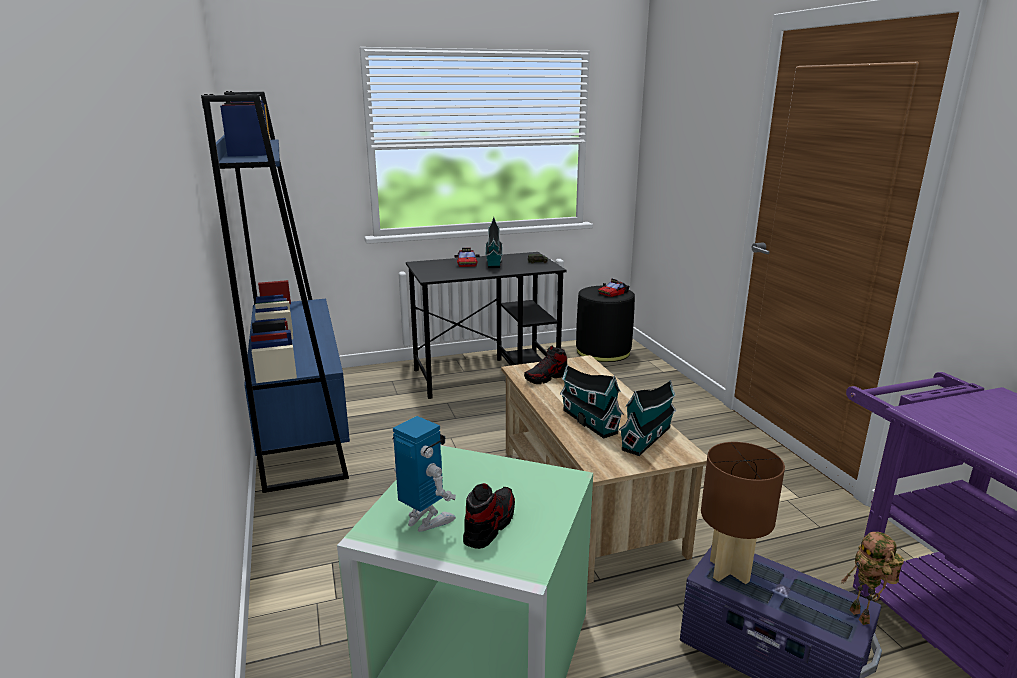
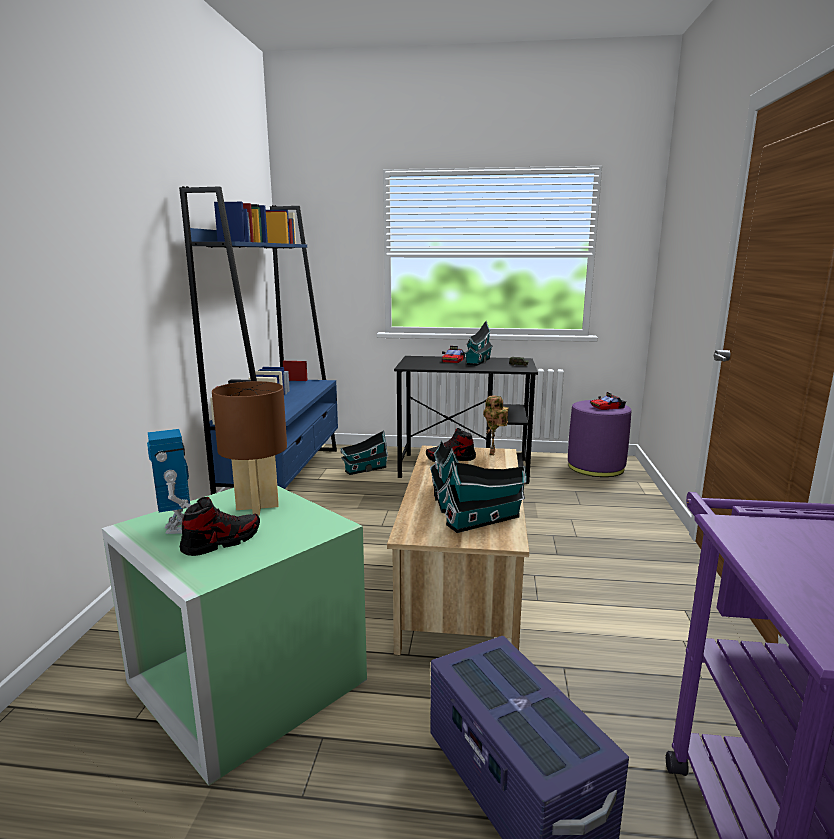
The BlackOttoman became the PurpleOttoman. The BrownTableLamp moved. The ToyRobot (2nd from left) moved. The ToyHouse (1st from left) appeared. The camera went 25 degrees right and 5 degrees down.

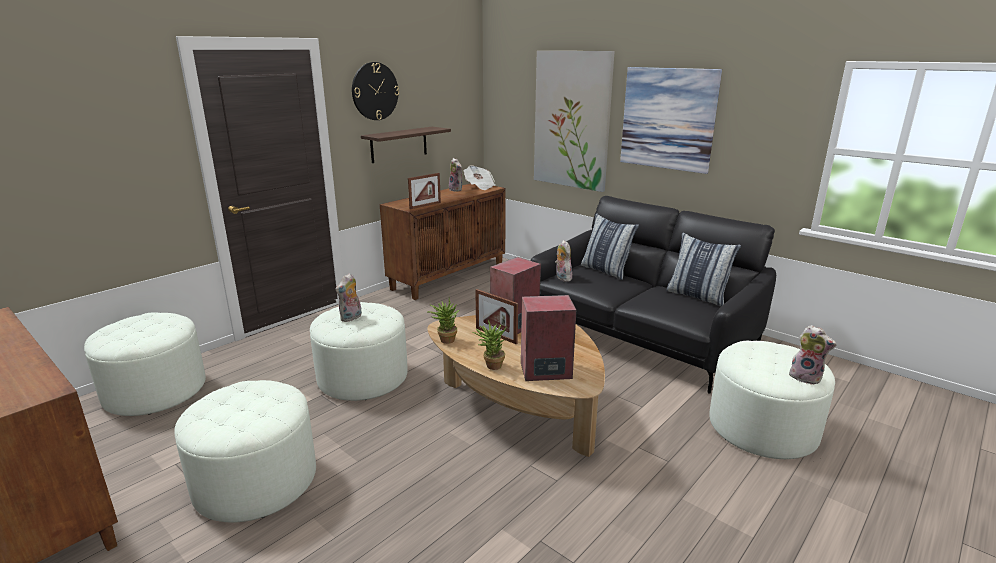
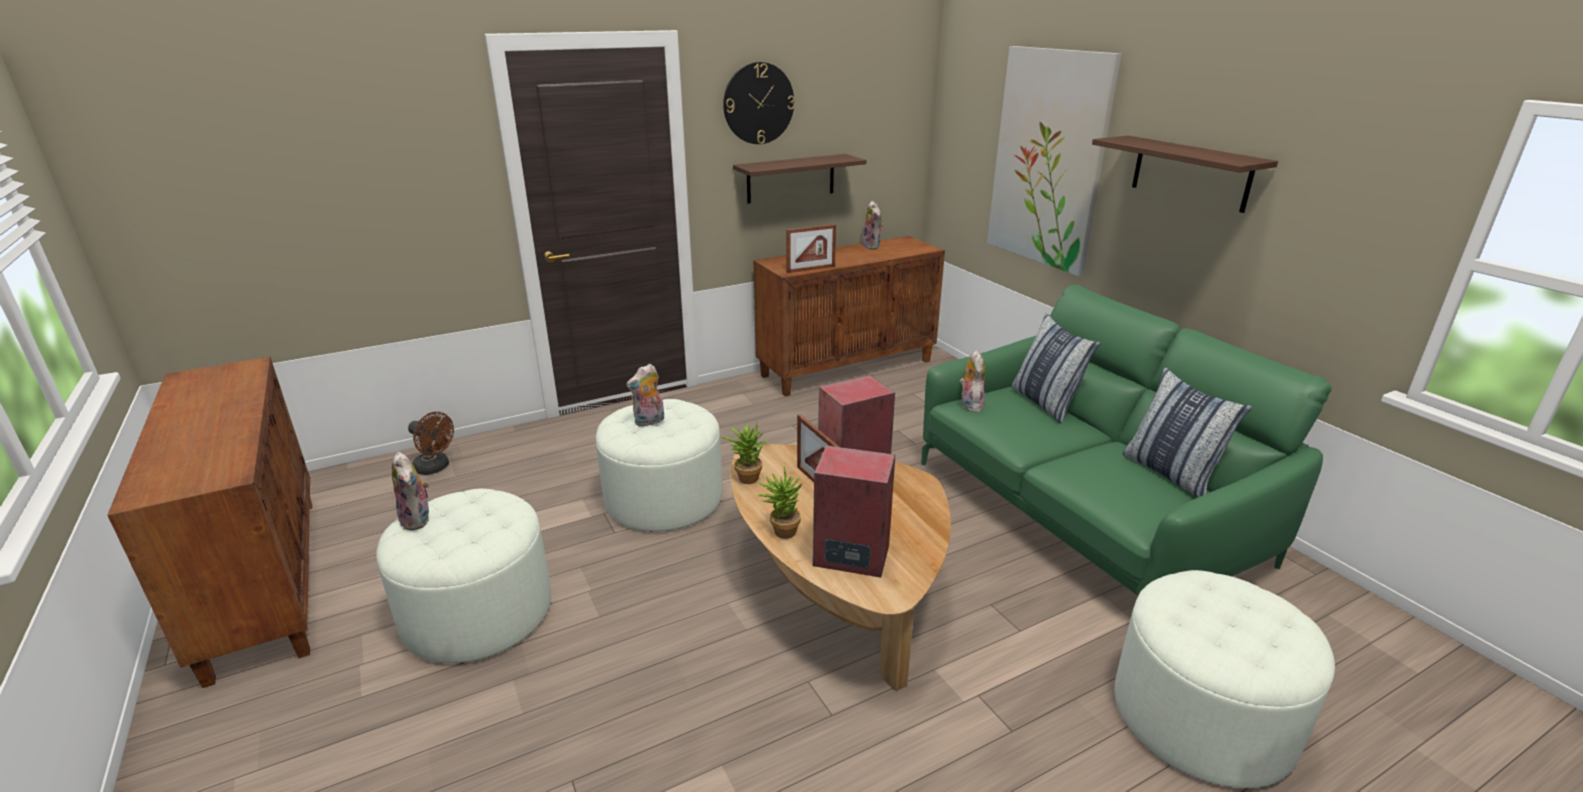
The WhiteOttoman (1st from left) was replaced by the BrownFan. The Newspaper disappeared. The BlackSofa became the GreenSofa. The Picture (2nd from left) was replaced by the Shelf (2nd from left). The PlushToy (4th from left in the first image) moved. The camera went 20 degrees right and 5 degrees up.

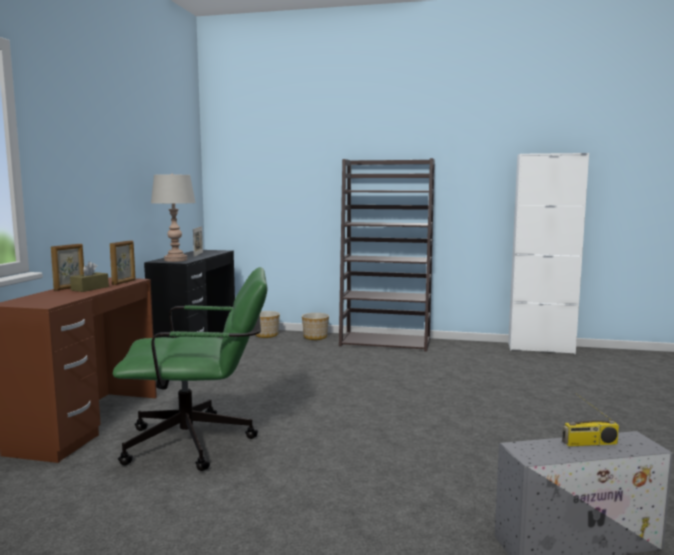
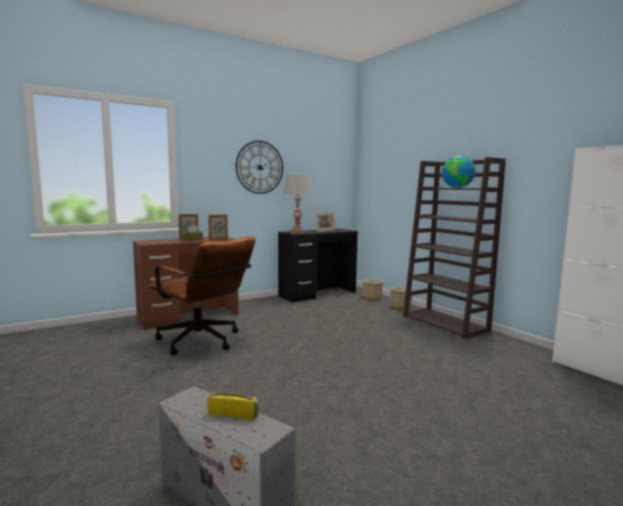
The GreenOfficeChair became the BrownOfficeChair. The Radio turned 150 degrees clockwise. The WallClock appeared. The Globe appeared. The camera went 45 degrees right and 0 degrees up.

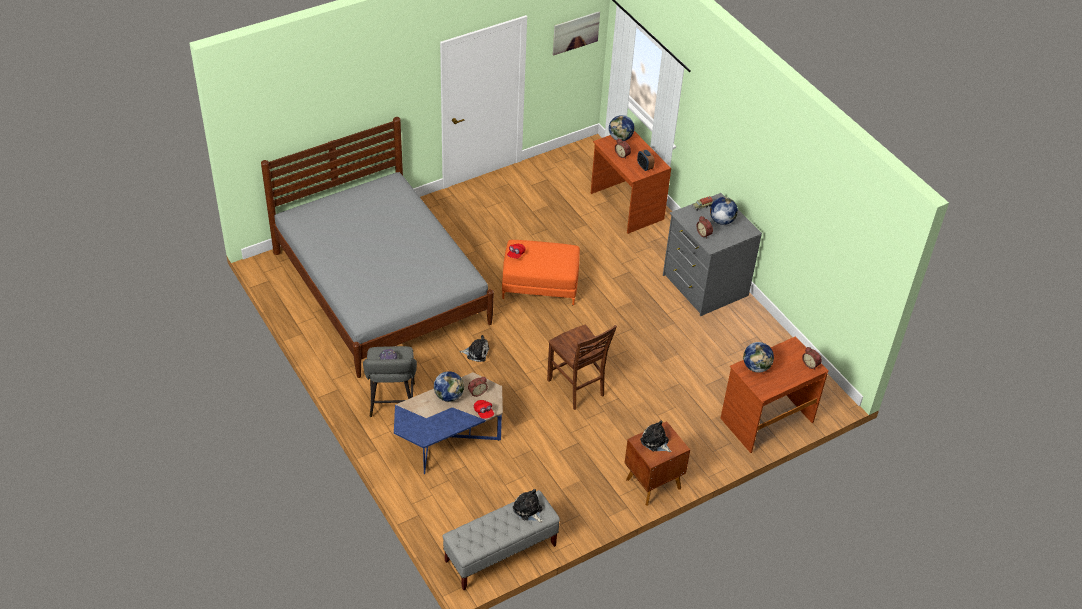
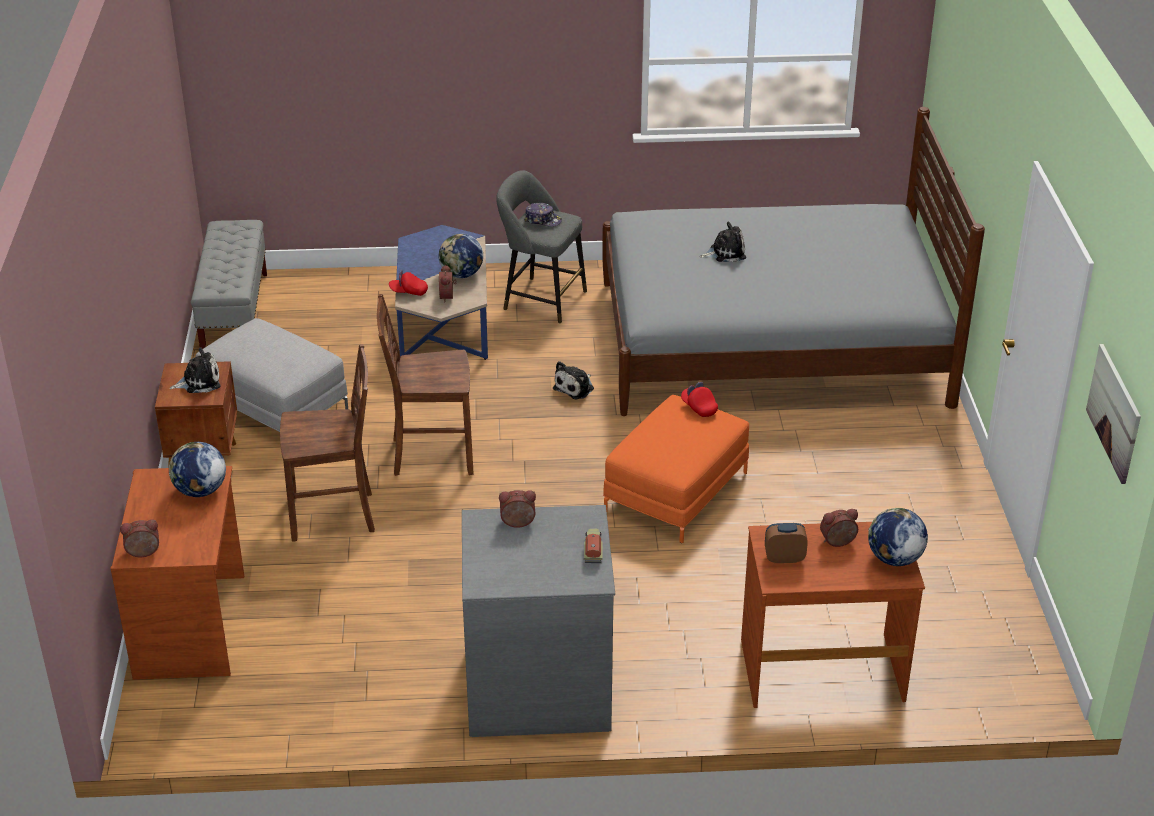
The PlushToy (2nd from left in the first image) moved. The Globe (3rd from left) disappeared. The GreyOttoman appeared. The BrownChair (1st from left) appeared. The camera went 120 degrees right and 10 degrees down.

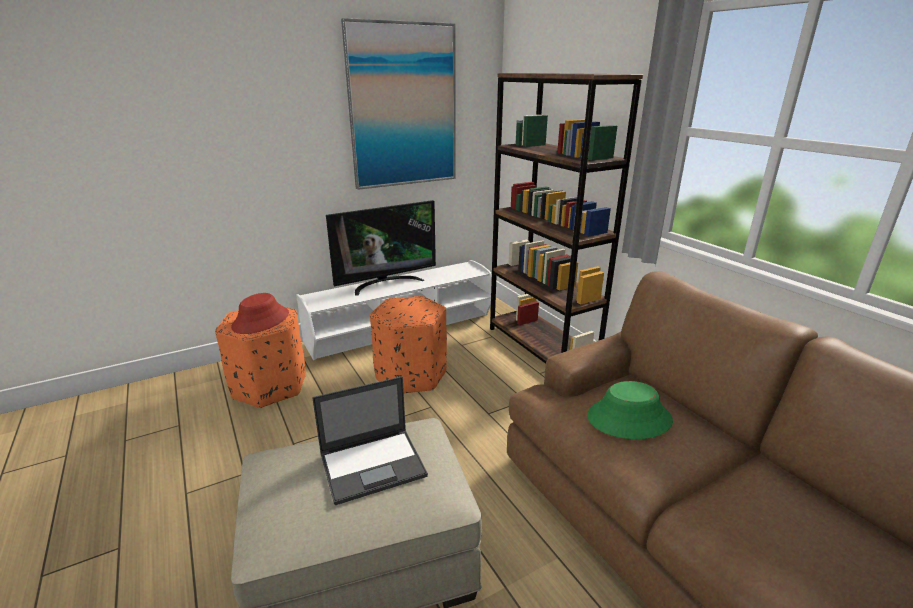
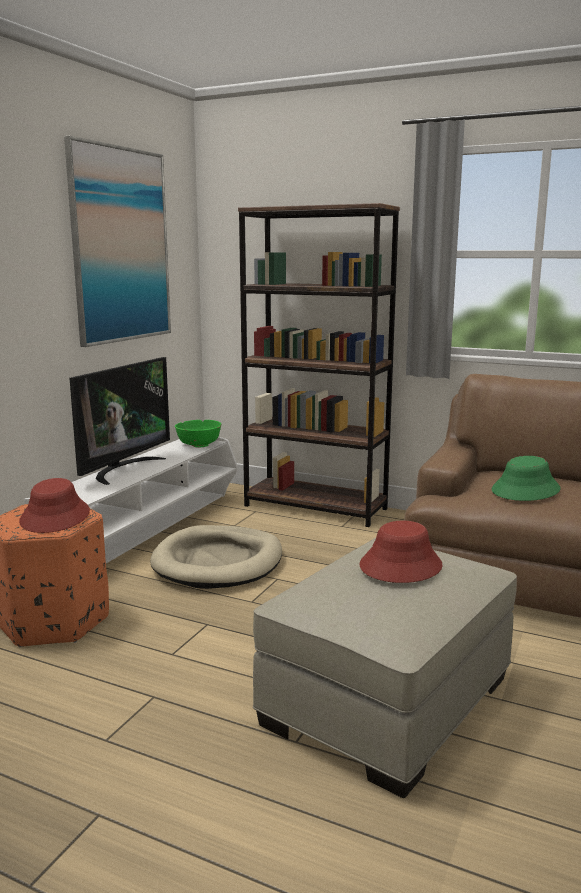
The Laptop was replaced by the RedHat (2nd from left). The OrangeOttoman (2nd from left) was replaced by the BeigeDogBed. The GreenBowl appeared. The camera went 35 degrees left and 10 degrees down.

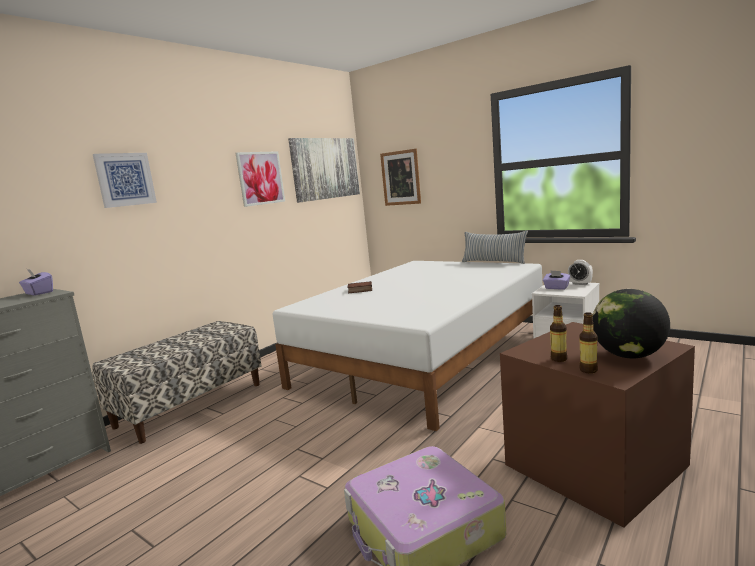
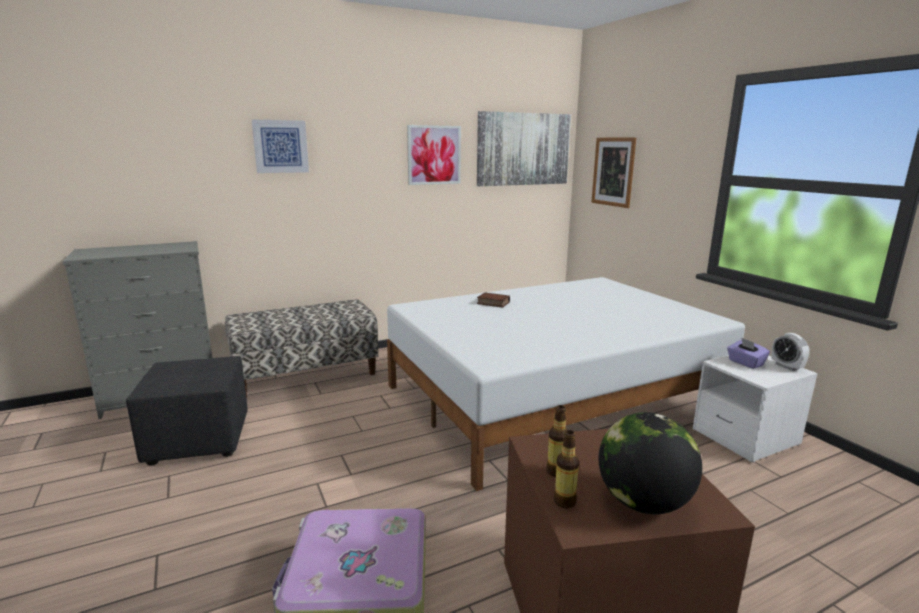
The PurpleTissueBox (1st from left) disappeared. The Pillow disappeared. The BlackOttoman appeared. The camera went 25 degrees right and 5 degrees up.

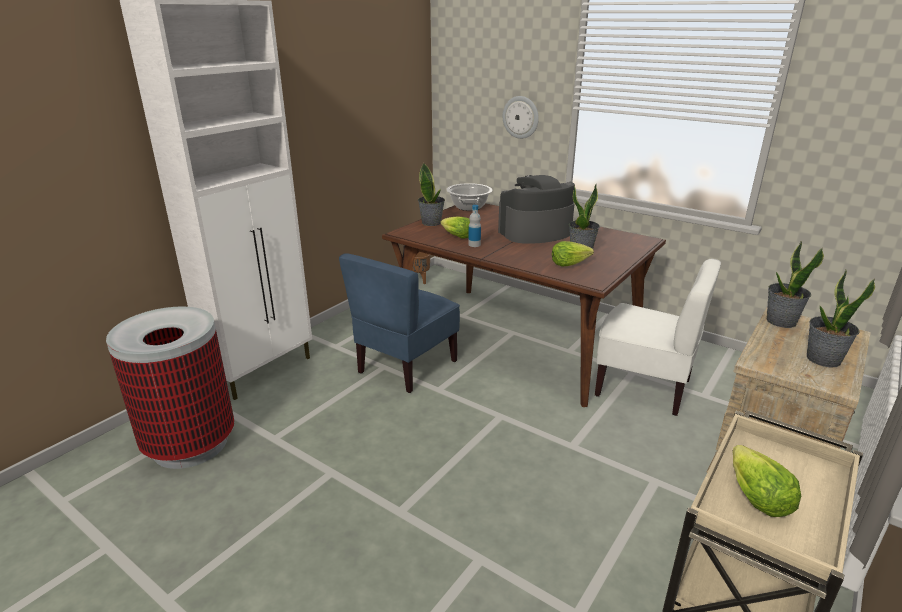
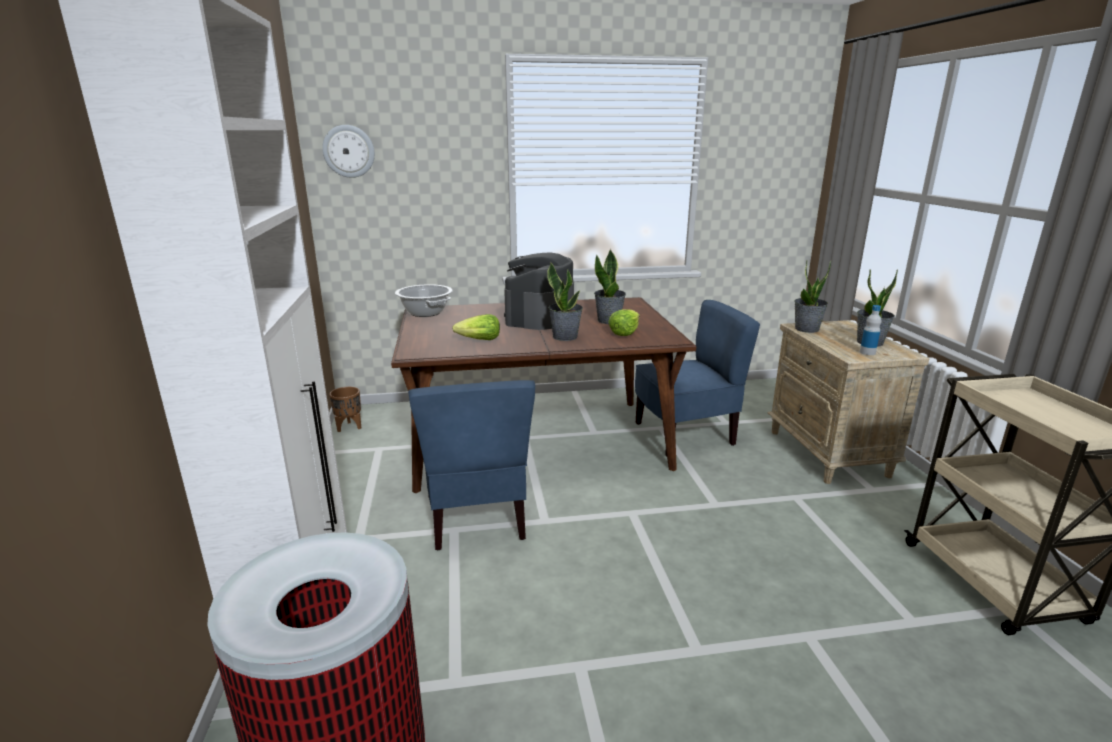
The PottedPlant (1st from left) moved. The Bottle moved. The WallClock moved. The WhiteChair became the BlueChair (2nd from left). The Lettuce (3rd from left) disappeared. The camera went 45 degrees left and 5 degrees down.

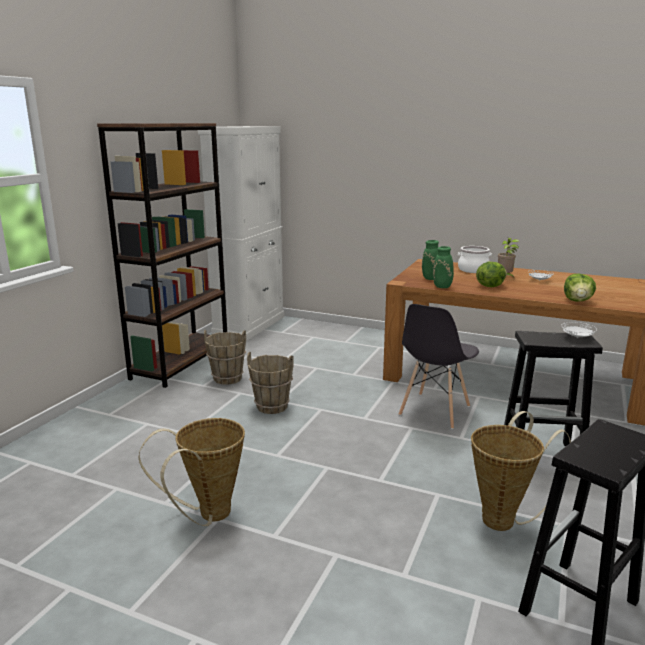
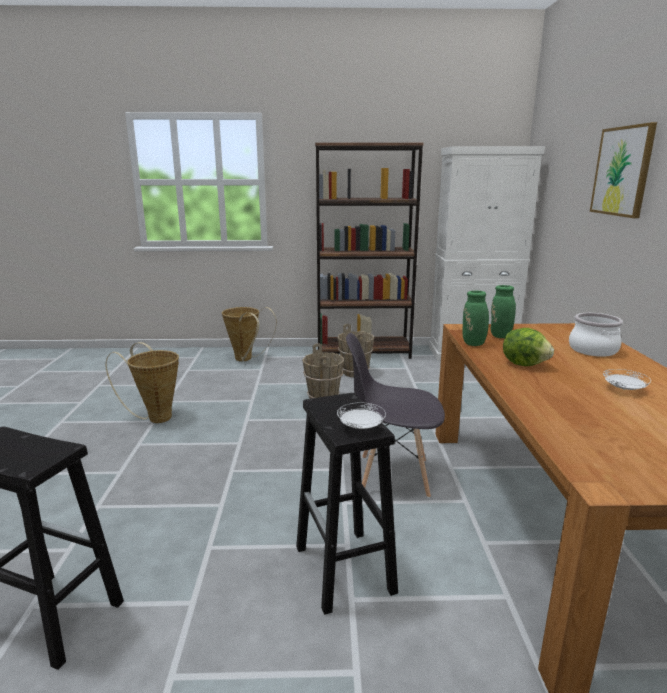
The Basket (2nd from left) moved. The PottedPlant disappeared. The Lettuce (2nd from left) disappeared. The Picture appeared. The camera went 65 degrees right and 0 degrees up.

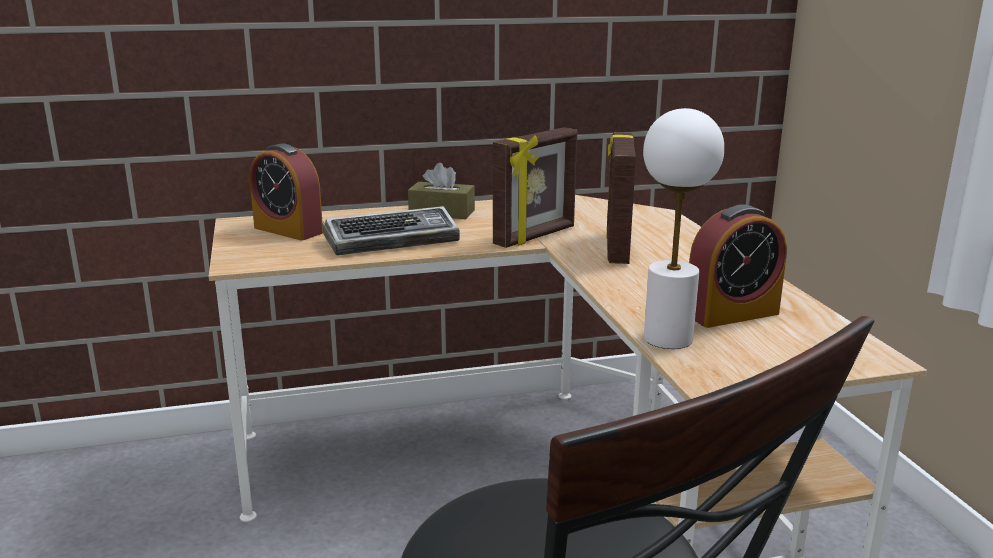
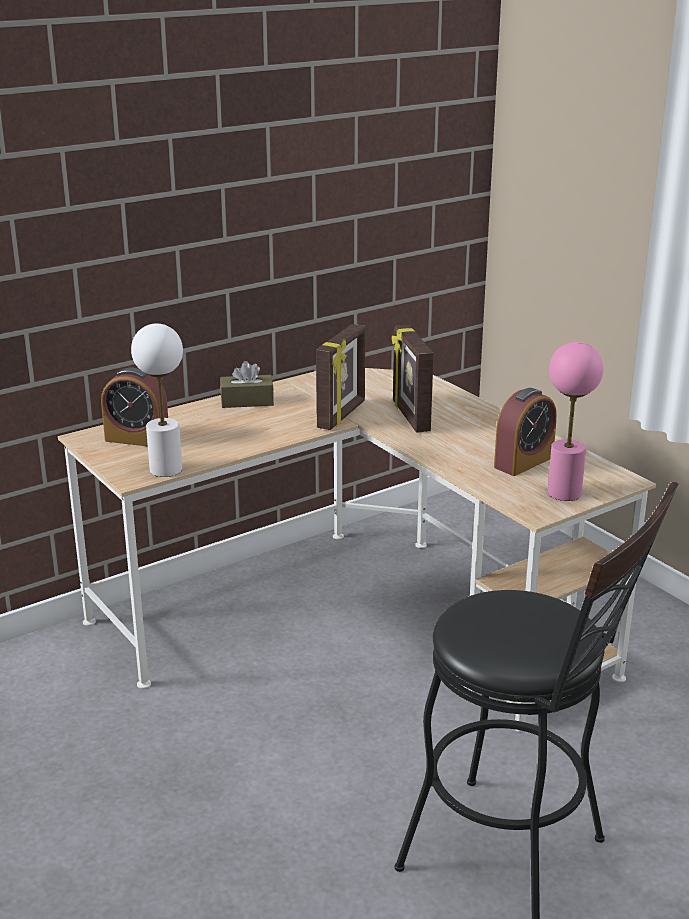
The Keyboard disappeared. The WhiteTableLamp moved. The PinkTableLamp appeared. The camera went 20 degrees left and 5 degrees up.

